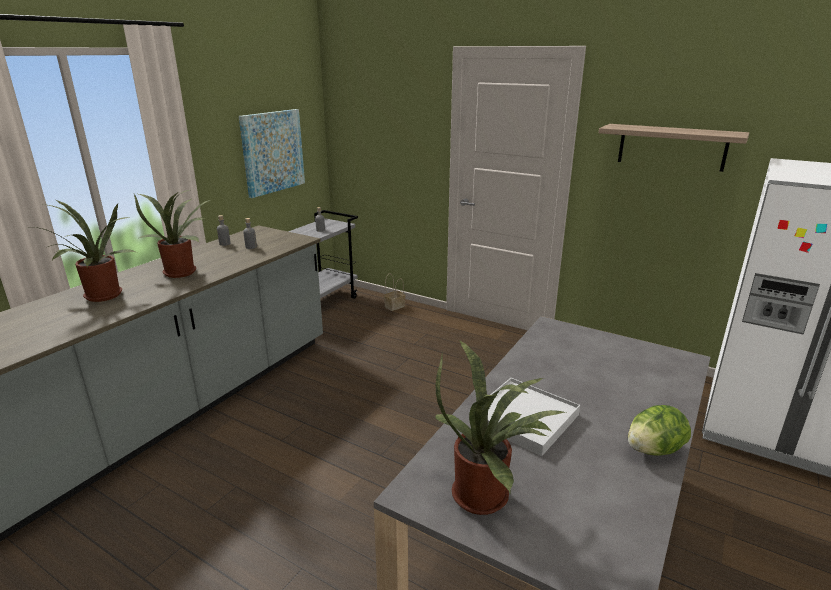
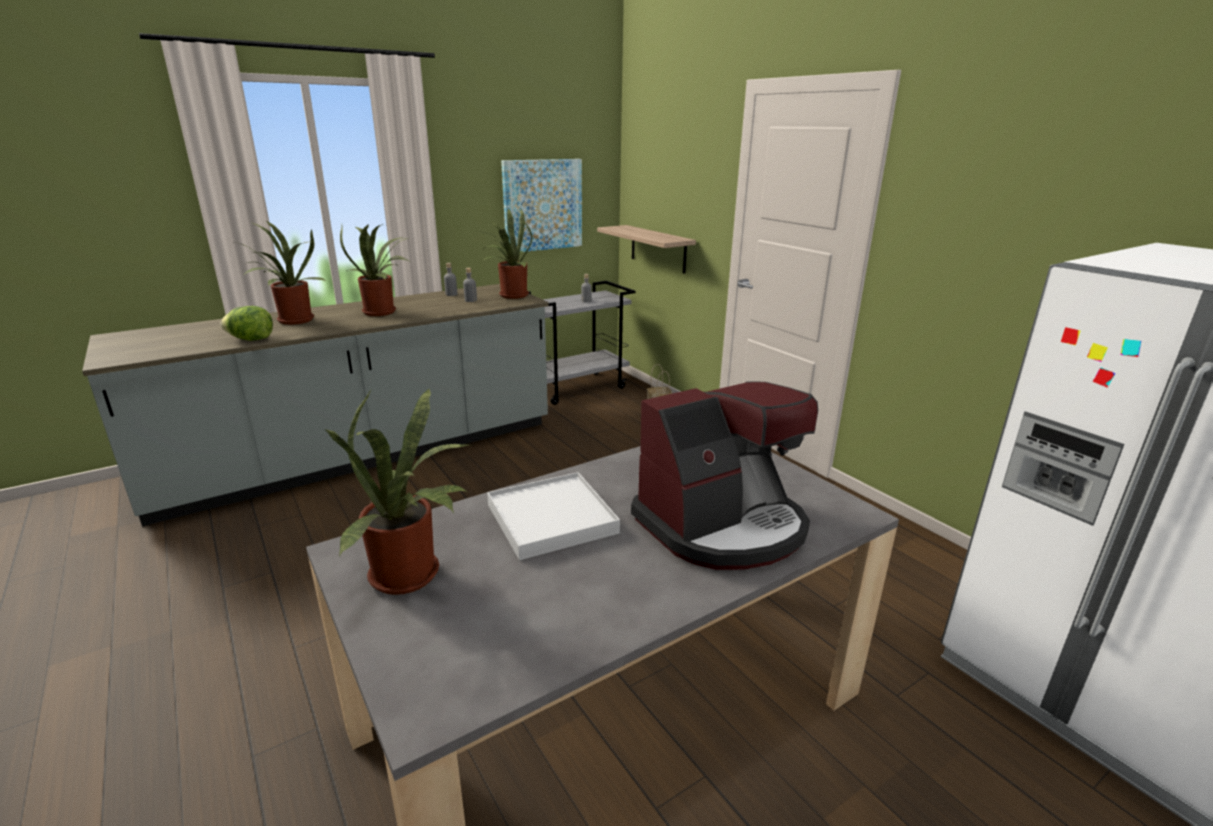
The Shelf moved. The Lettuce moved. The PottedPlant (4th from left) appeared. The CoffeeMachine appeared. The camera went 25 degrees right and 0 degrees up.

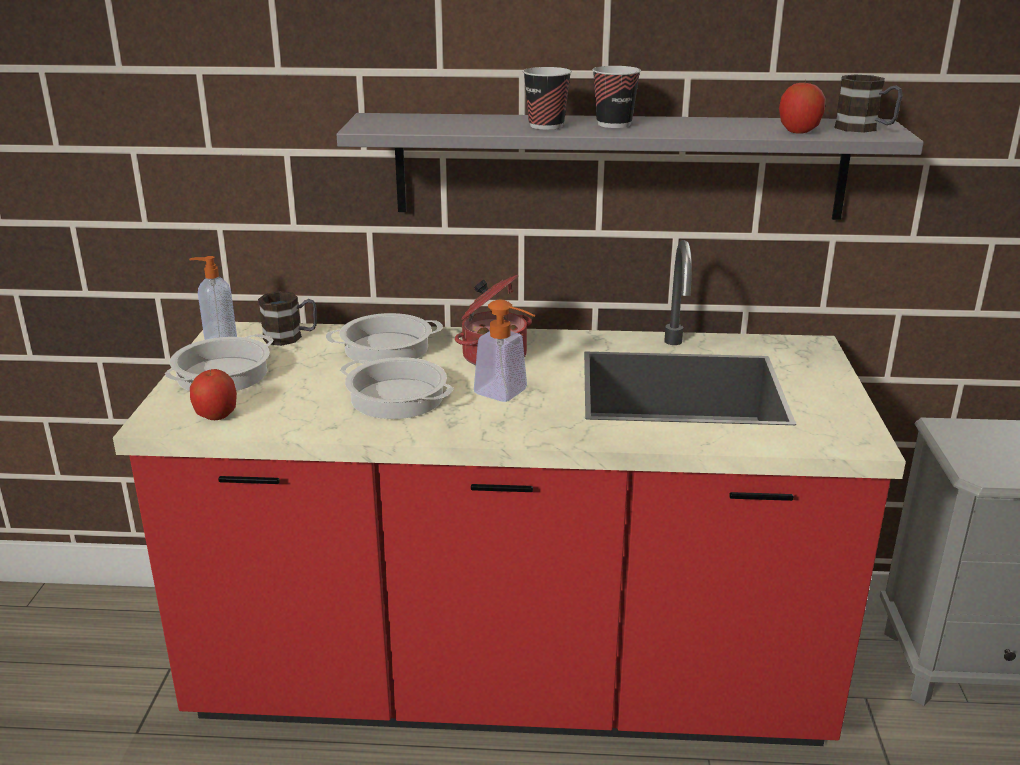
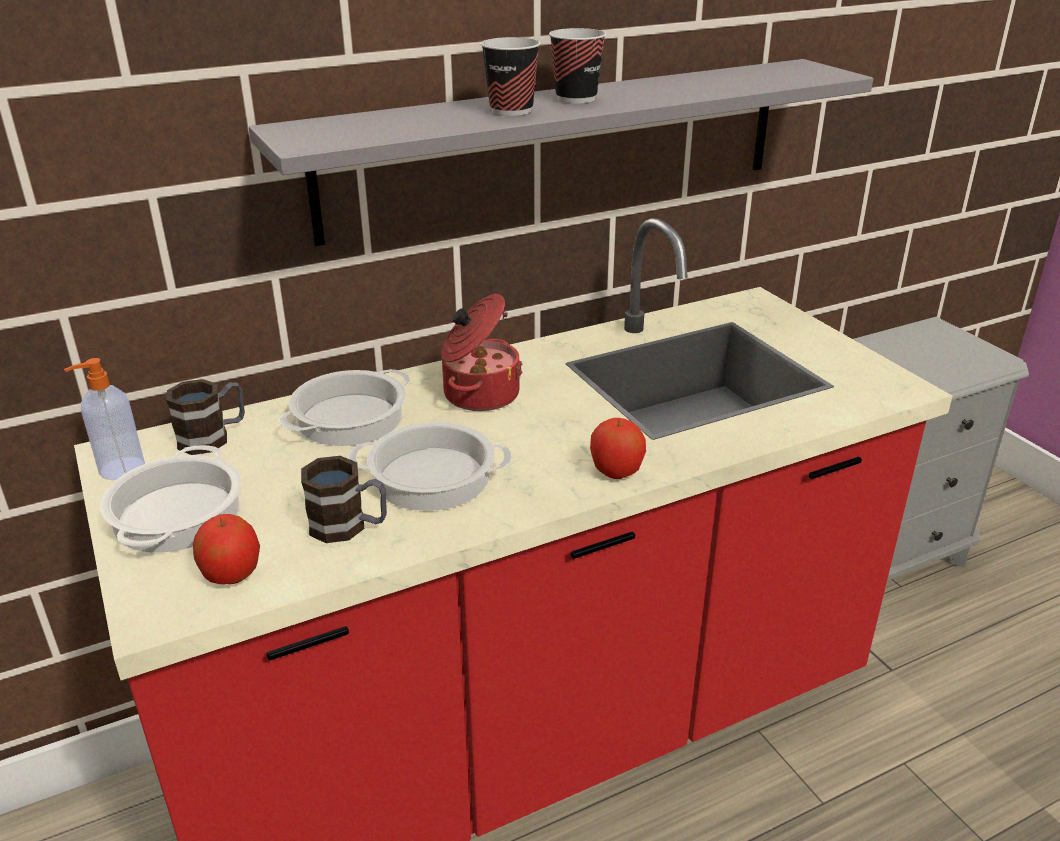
The SoapDispenser (2nd from left) disappeared. The Apple (2nd from left) moved. The Mug (2nd from left) moved. The camera went 30 degrees left and 5 degrees up.

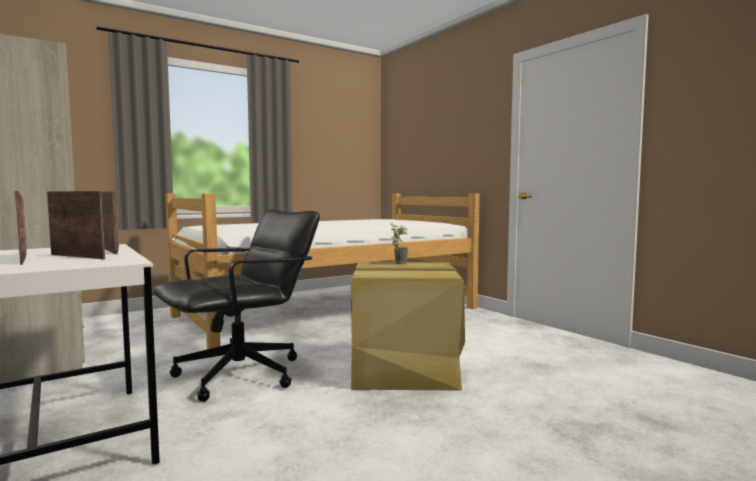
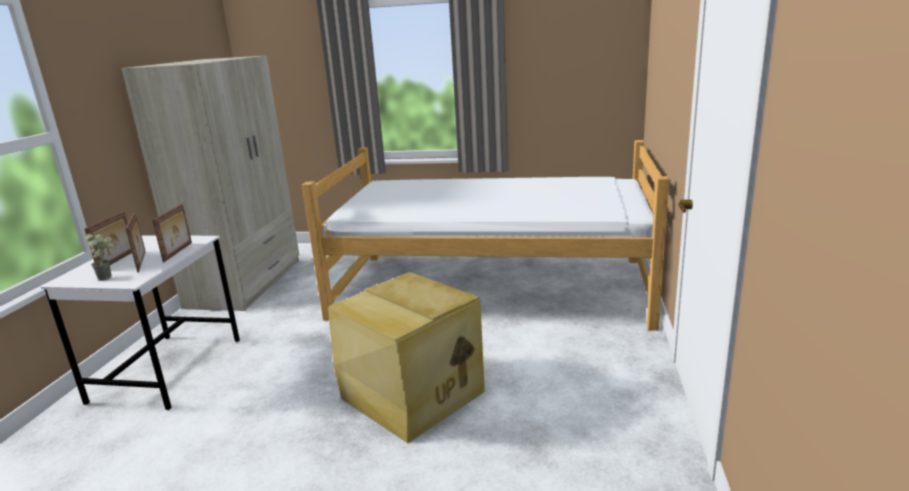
The BlackOfficeChair disappeared. The PottedPlant moved. The camera went 45 degrees right and 15 degrees up.

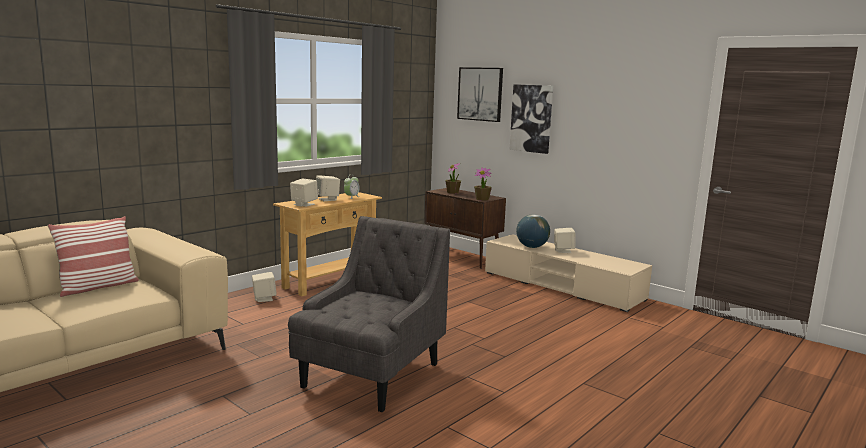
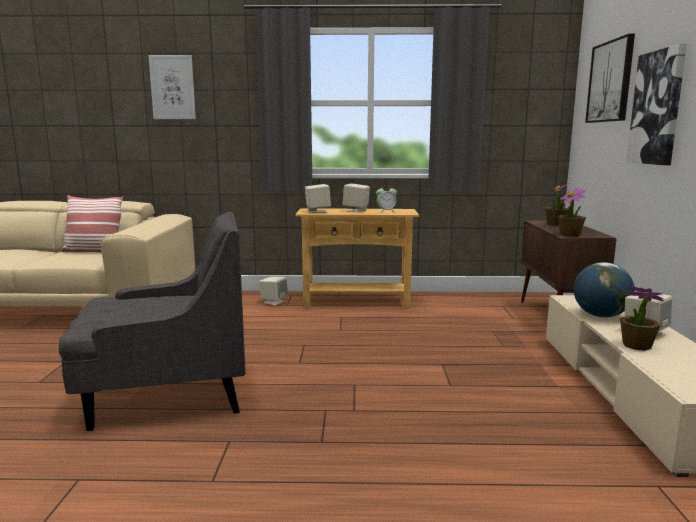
The Picture (1st from left) appeared. The PottedPlant (3rd from left) appeared. The camera went 50 degrees right and 0 degrees up.

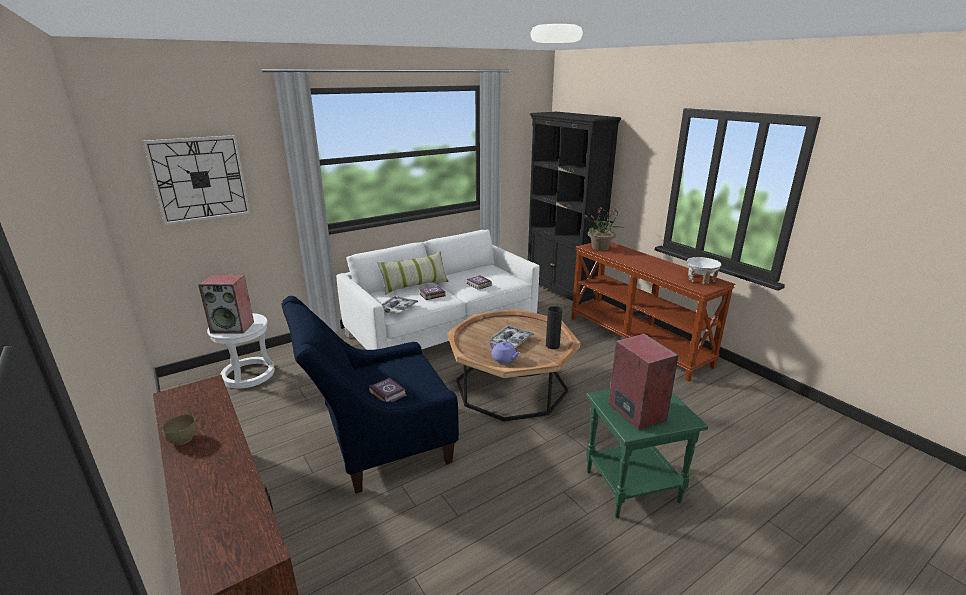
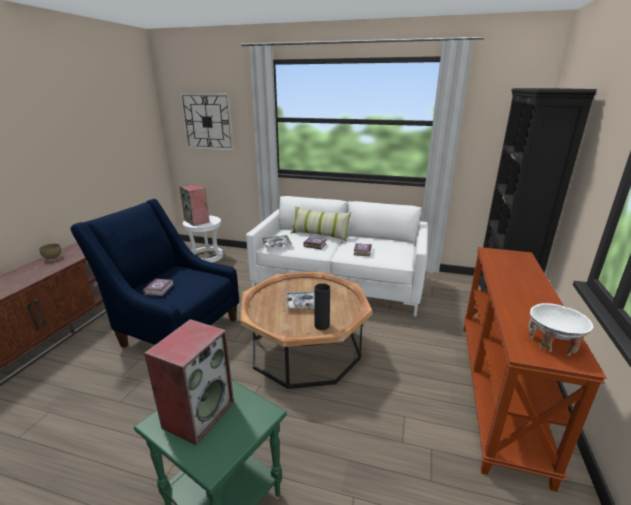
The PurpleTeapot disappeared. The PottedPlant disappeared. The camera went 50 degrees right and 0 degrees up.

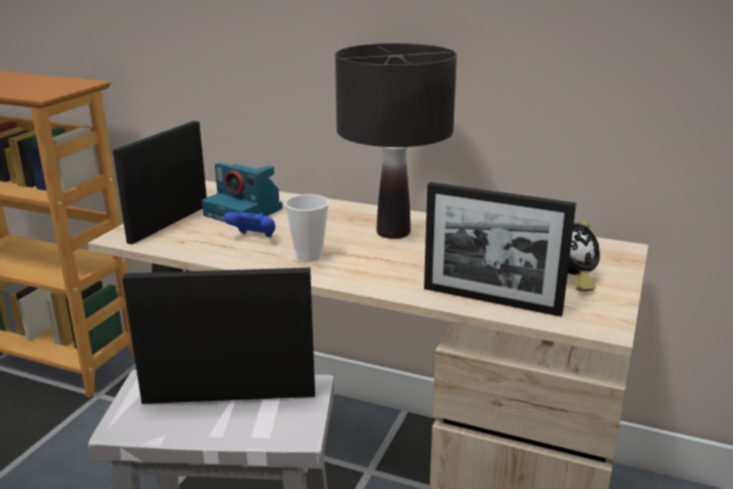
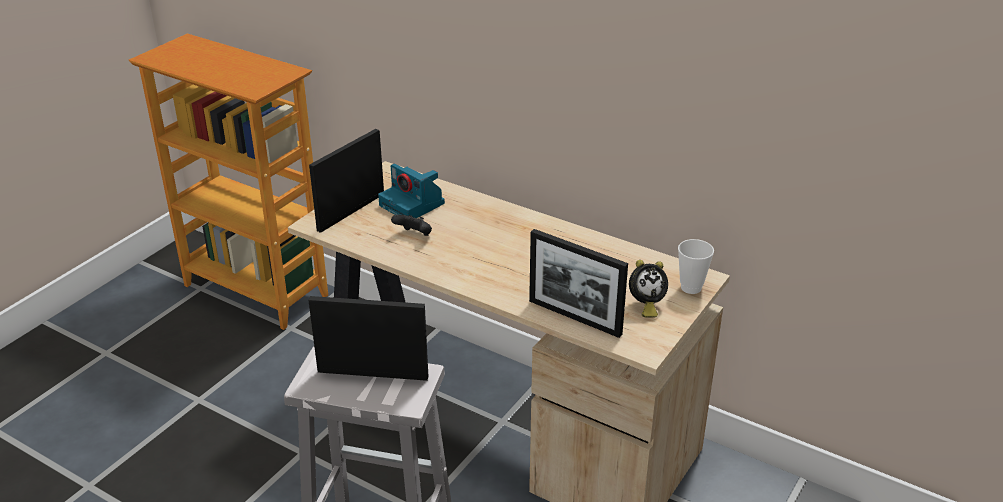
The BlueGameController became the BlackGameController. The Cup moved. The BlackTableLamp disappeared. The camera went 10 degrees right and 10 degrees up.

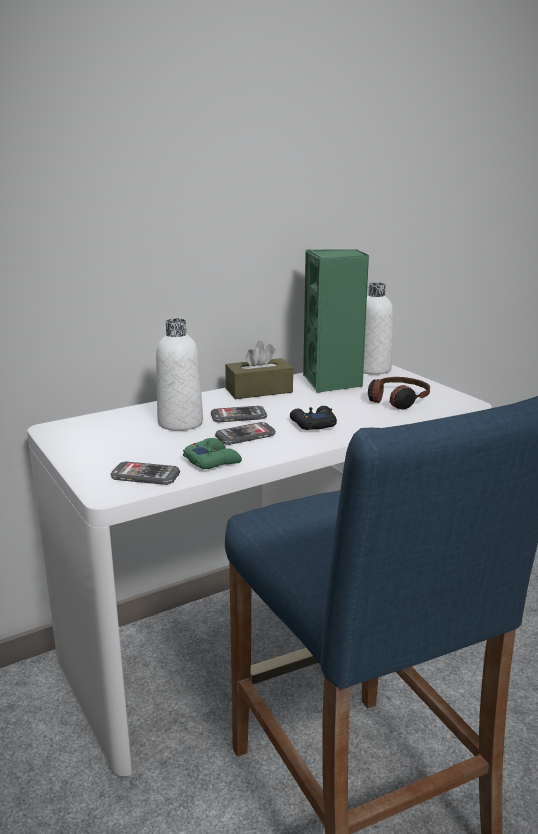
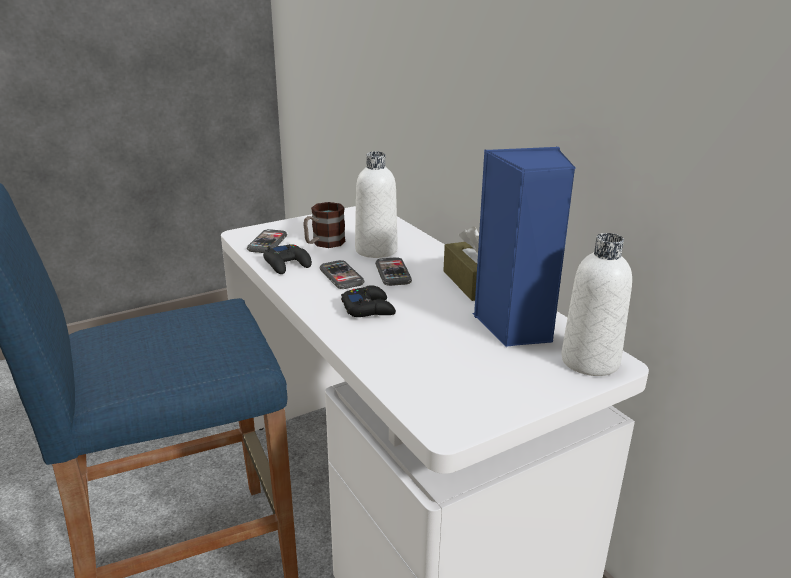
The GreenGameController became the BlackGameController (1st from left). The GreenSpeaker became the BlueSpeaker. The Headphones disappeared. The Mug appeared. The camera went 90 degrees right and 5 degrees up.

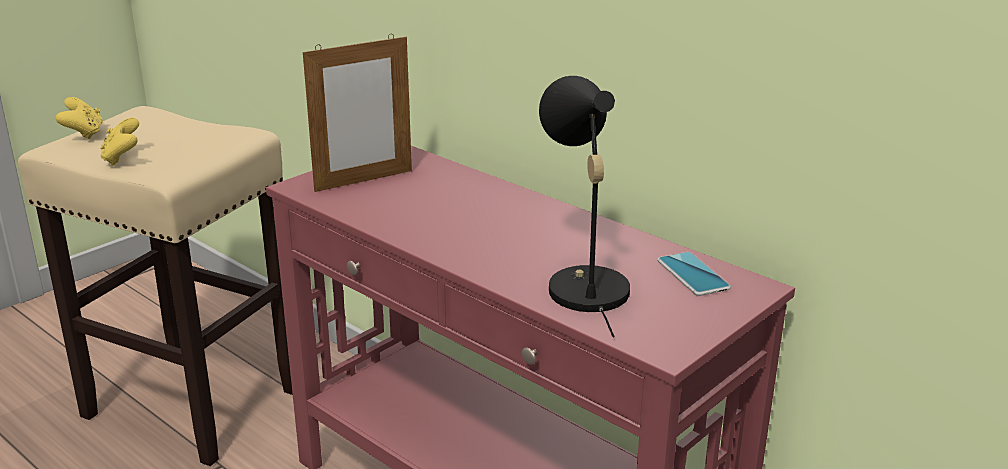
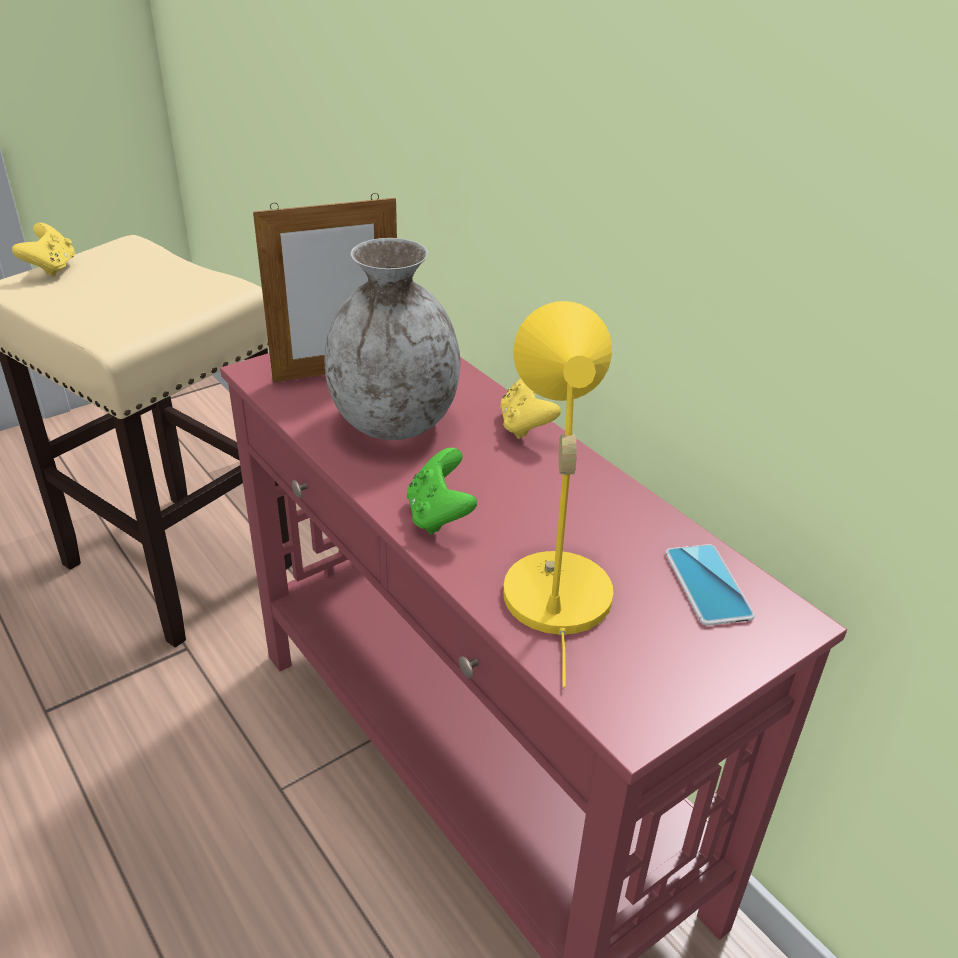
The YellowGameController (2nd from left) moved. The BlackTableLamp became the YellowTableLamp. The GreyVase appeared. The GreenGameController appeared. The camera went 10 degrees right and 10 degrees up.

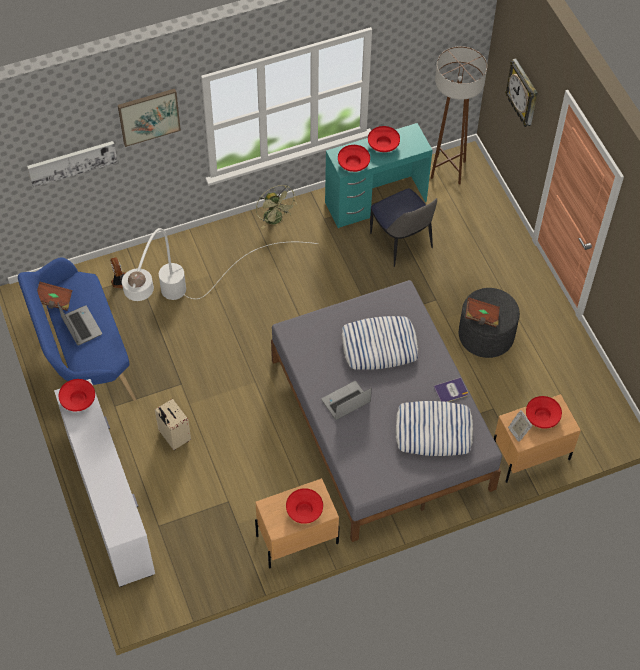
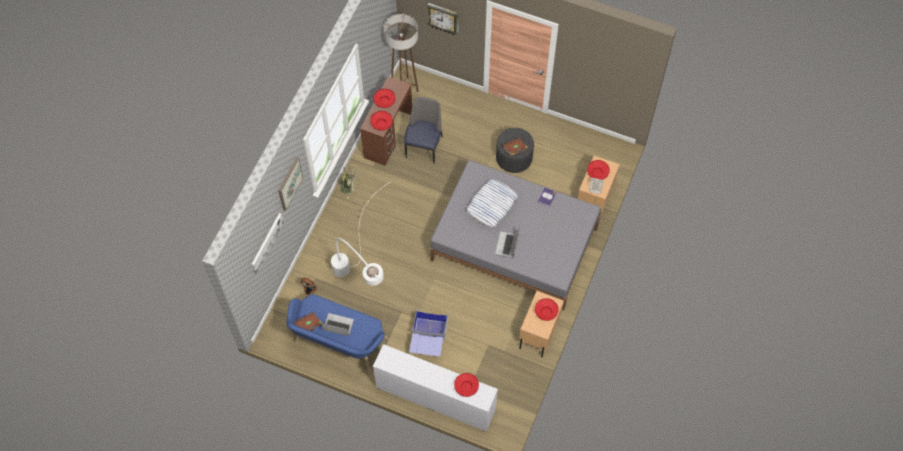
The RedBowl (1st from left in the first image) moved. The BeigeSuitcase was replaced by the BlueStorageBox. The TurquoiseDesk became the BrownDesk. The Chair turned 90 degrees counterclockwise. The Pillow (2nd from left) disappeared. The camera went 45 degrees left and 5 degrees up.

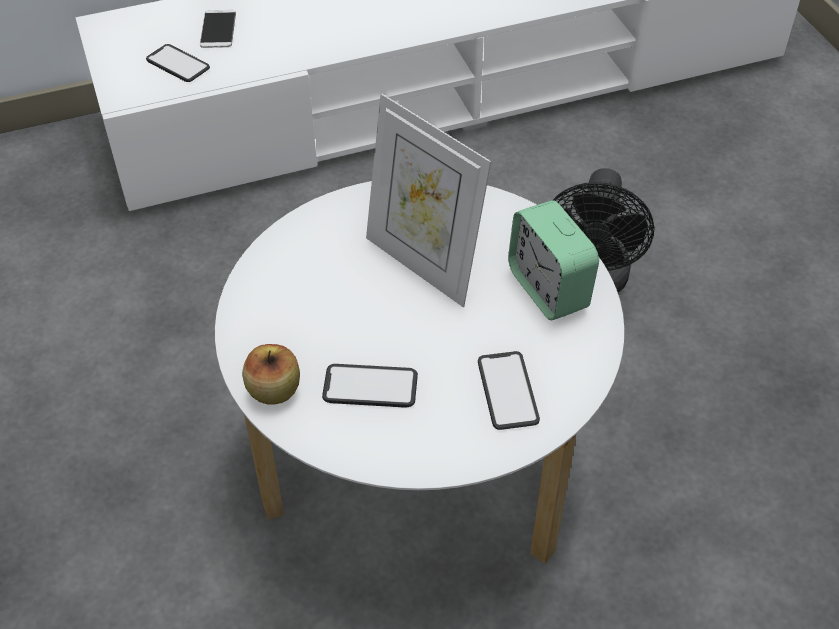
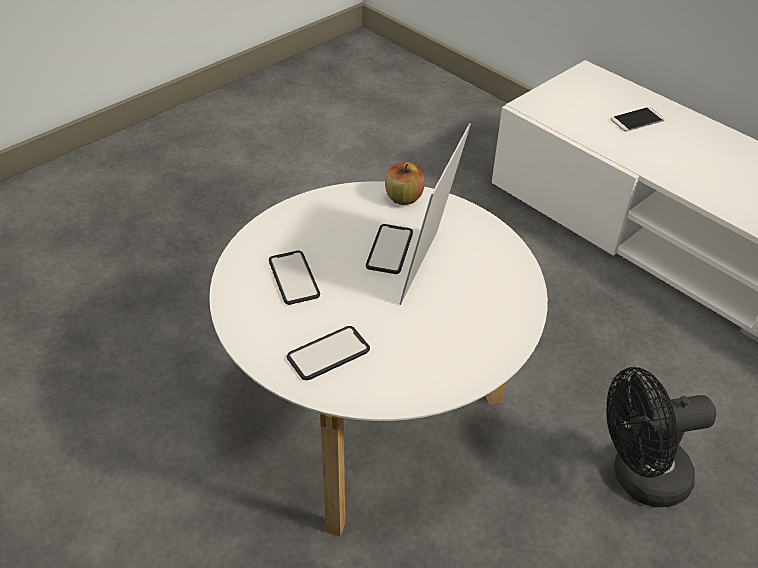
The Phone (1st from left in the first image) moved. The Apple moved. The AlarmClock disappeared. The camera went 65 degrees right and 5 degrees down.

